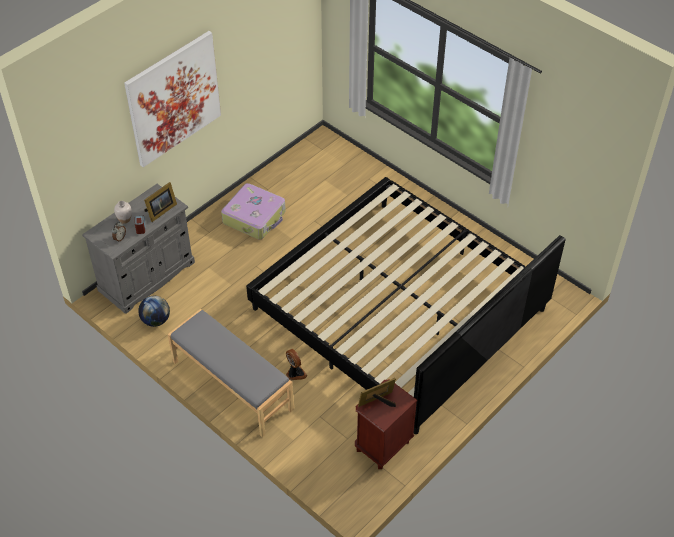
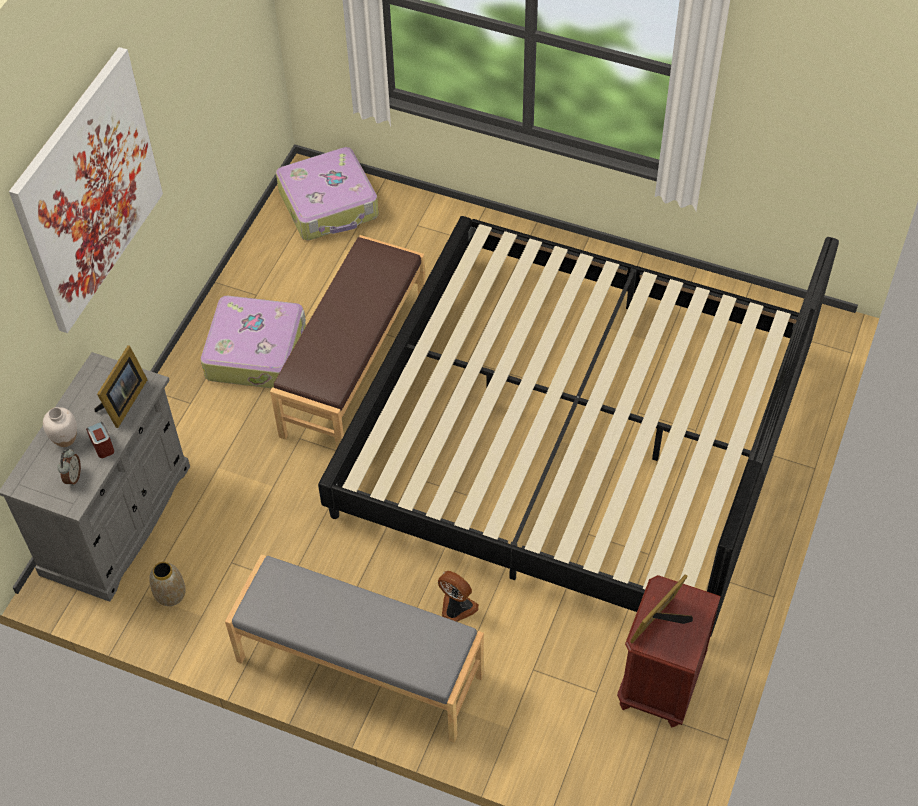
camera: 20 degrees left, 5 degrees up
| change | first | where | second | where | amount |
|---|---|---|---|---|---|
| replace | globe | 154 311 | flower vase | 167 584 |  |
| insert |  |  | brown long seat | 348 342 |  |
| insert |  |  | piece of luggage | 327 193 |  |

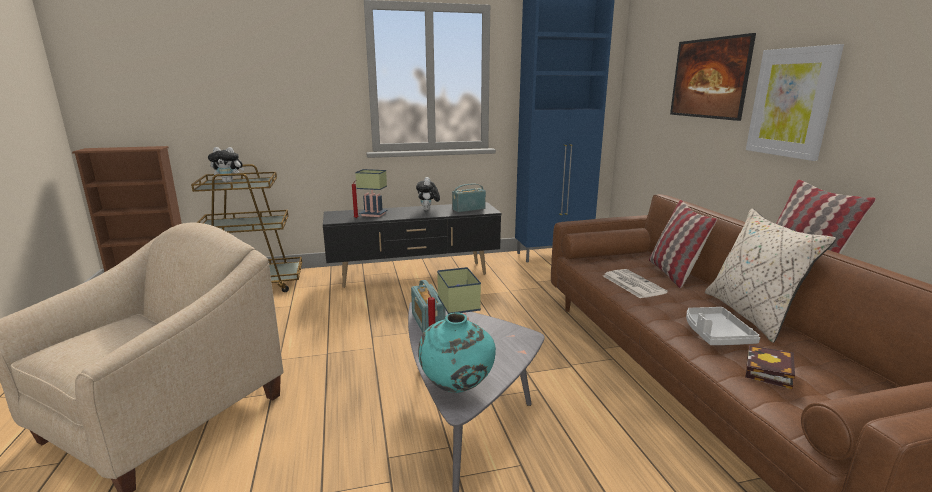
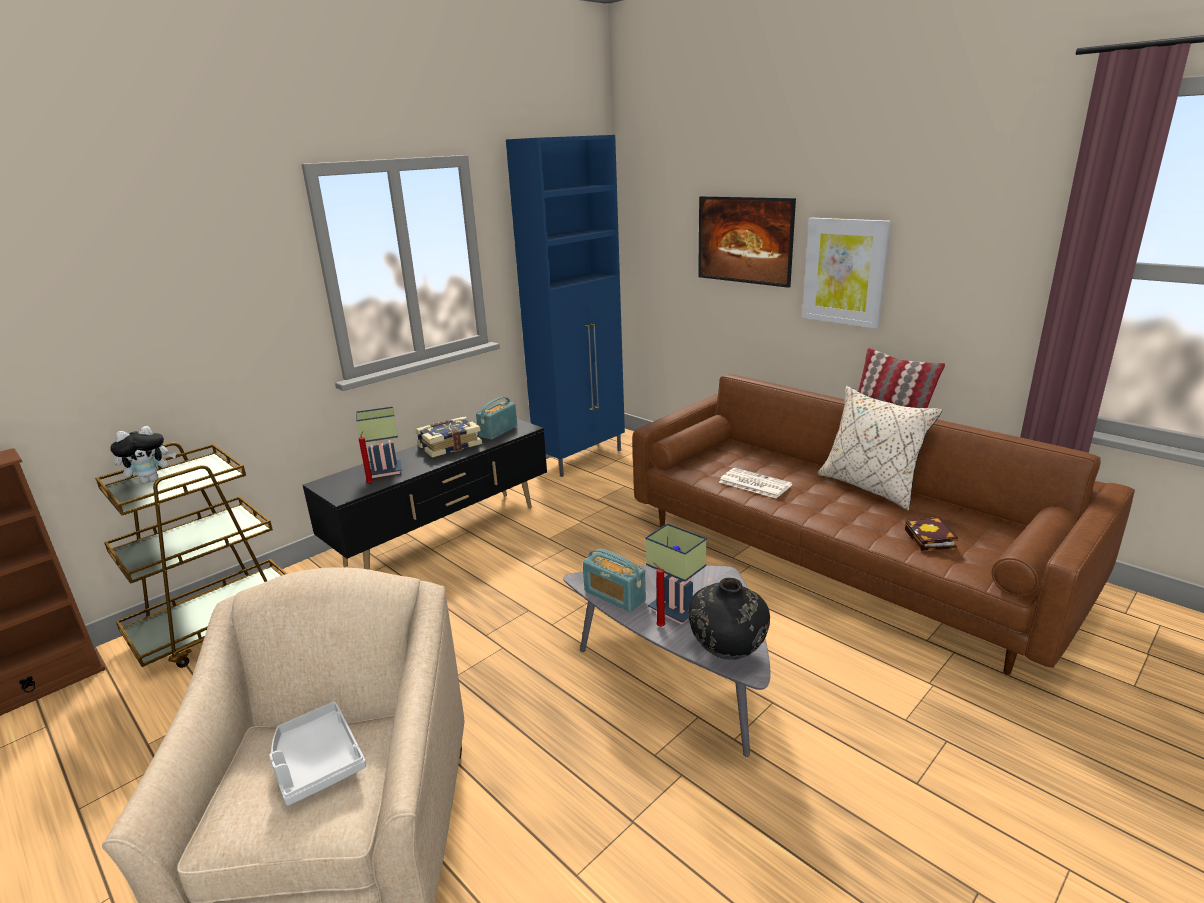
camera: 30 degrees left, 5 degrees up
| change | first | where | second | where | amount |
|---|---|---|---|---|---|
| move | grey carrying tray | 723 326 |  | 317 754 |  |
| replace | cuddly toy | 428 194 | volume | 449 437 |  |
| recolor | blue-green flower vase | 457 353 | black-coloured flower vase | 729 619 |  |
| delete | cushion | 683 244 |  |  |  |

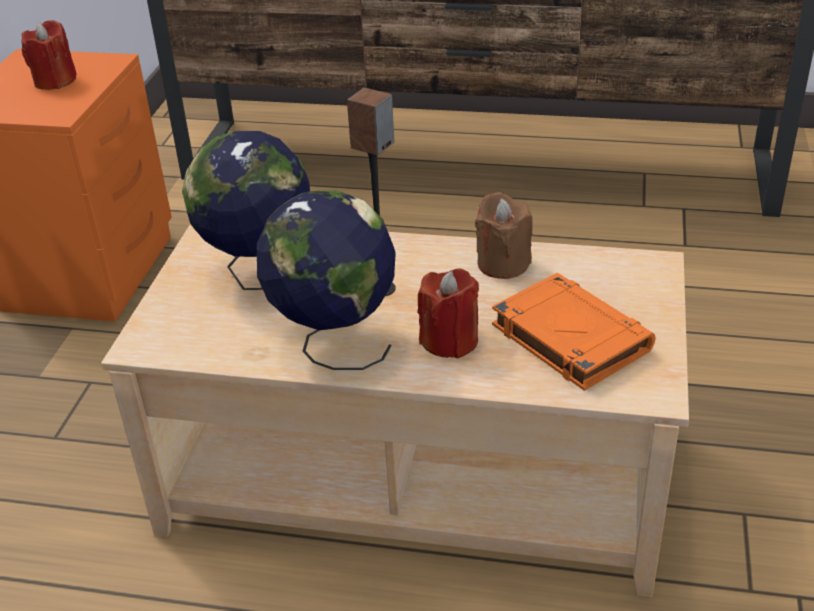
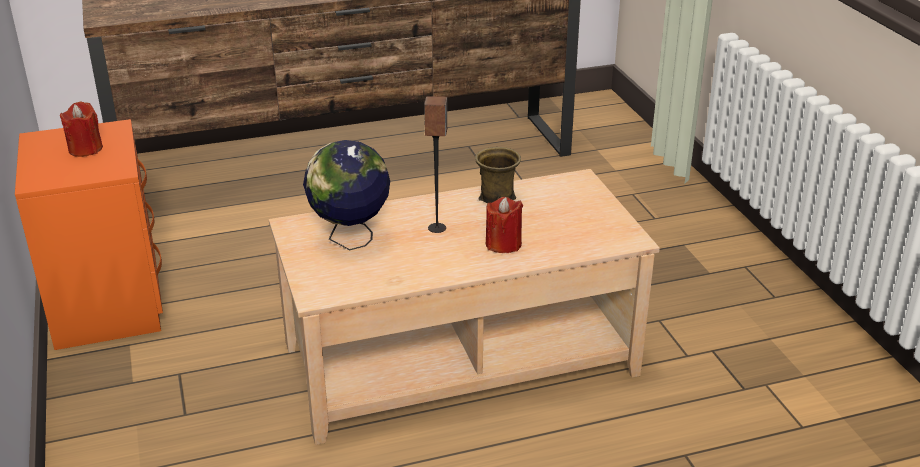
camera: 30 degrees left, 5 degrees down
| change | first | where | second | where | amount |
|---|---|---|---|---|---|
| replace | brown wax candle | 504 235 | brown mug | 498 175 |  |
| delete | globe | 326 280 |  |  |  |
| delete | orangey volume | 573 332 |  |  |  |

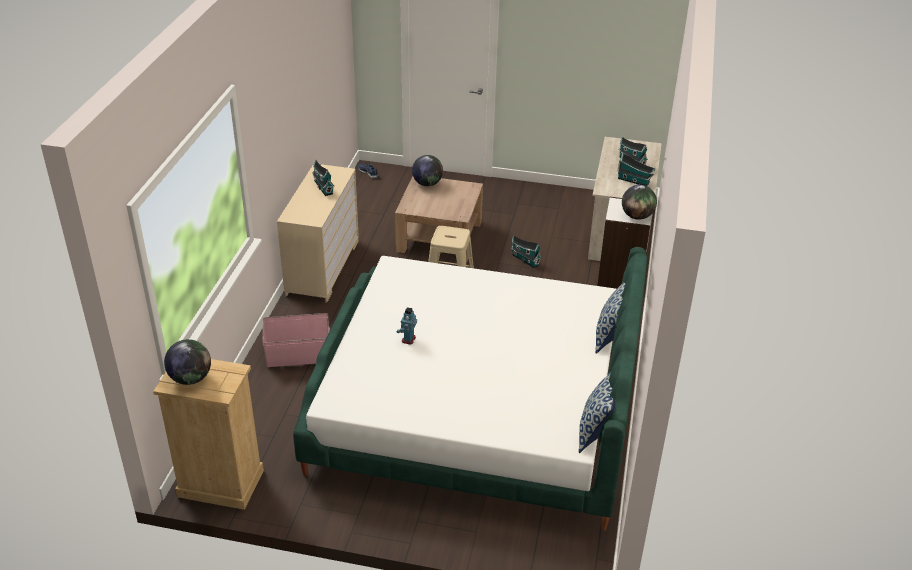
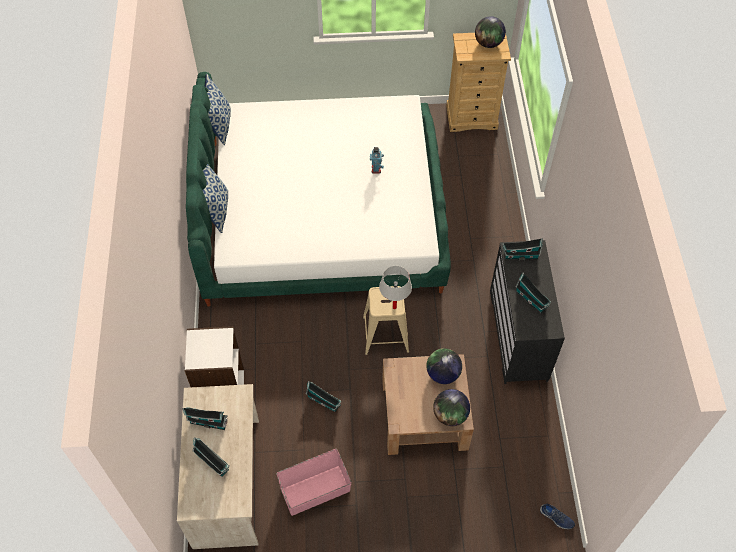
camera: 165 degrees right, 20 degrees up
| change | first | where | second | where | amount |
|---|---|---|---|---|---|
| move | pink-coloured storage container | 296 340 |  | 314 482 |  |
| insert |  |  | white tabletop lamp | 395 287 |  |
| move | globe | 639 202 |  | 444 366 |  |
| recolor | beige chest of drawers | 318 233 | black-coloured chest of drawers | 527 312 |  |
| insert |  |  | model house | 522 249 |  |

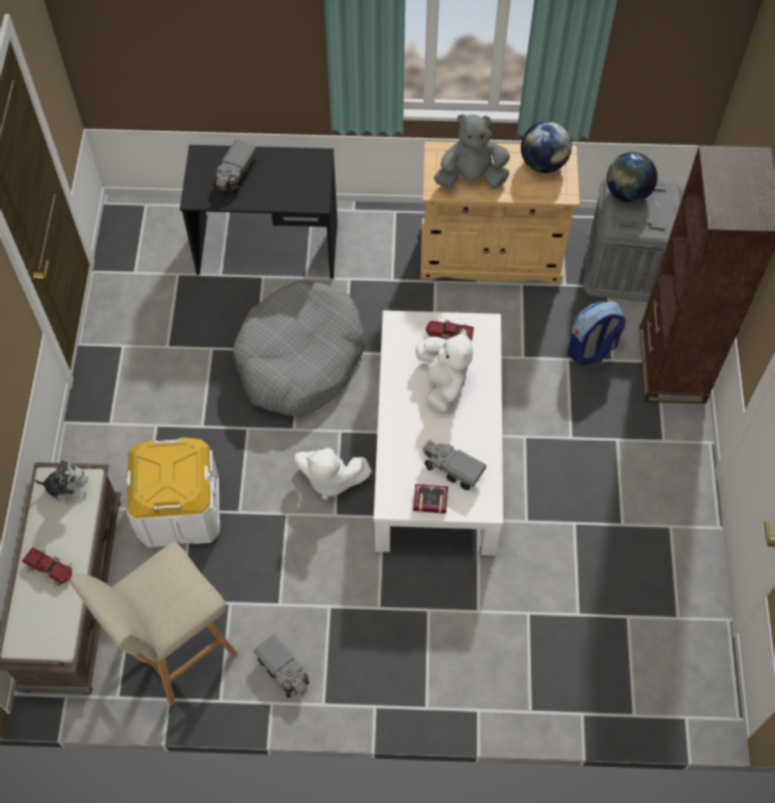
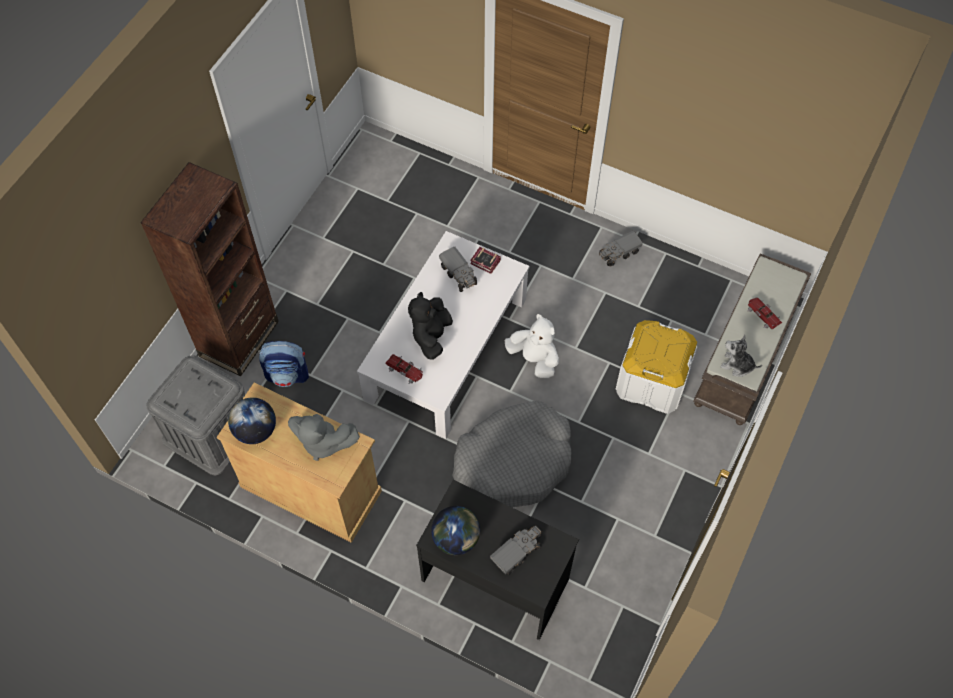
camera: 155 degrees left, 0 degrees up
| change | first | where | second | where | amount |
|---|---|---|---|---|---|
| recolor | white cuddly toy | 444 370 | black-coloured cuddly toy | 430 326 |  |
| move | globe | 632 177 |  | 455 530 |  |
| rotate | model truck | 281 666 |  | 621 249 | 105 degrees counterclockwise |
| delete | beige sitting stool | 154 624 |  |  |  |

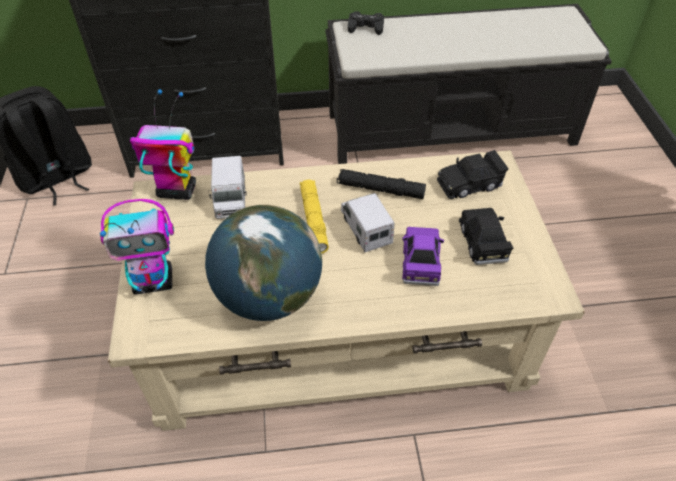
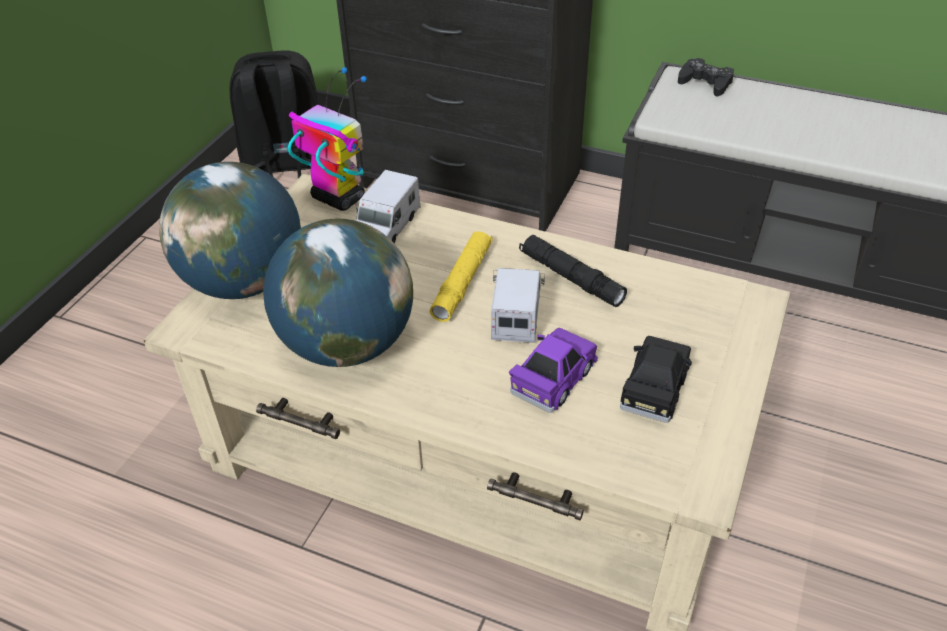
camera: 30 degrees right, 5 degrees down
| change | first | where | second | where | amount |
|---|---|---|---|---|---|
| replace | robot figure | 137 247 | globe | 230 230 |  |
| delete | black-coloured miniature car | 473 174 |  |  |  |

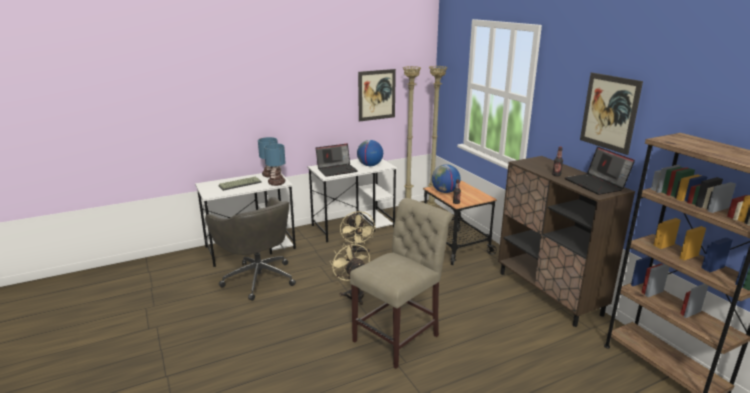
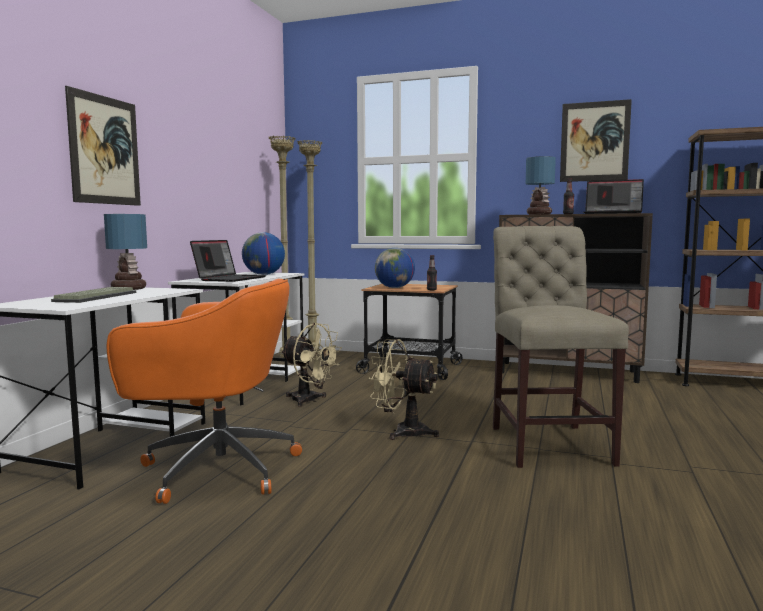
camera: 45 degrees left, 15 degrees down
| change | first | where | second | where | amount |
|---|---|---|---|---|---|
| move | wall art | 377 95 |  | 103 146 |  |
| recolor | grey office chair | 250 249 | orangey office chair | 204 391 |  |
| move | tabletop lamp | 275 165 |  | 541 185 |  |

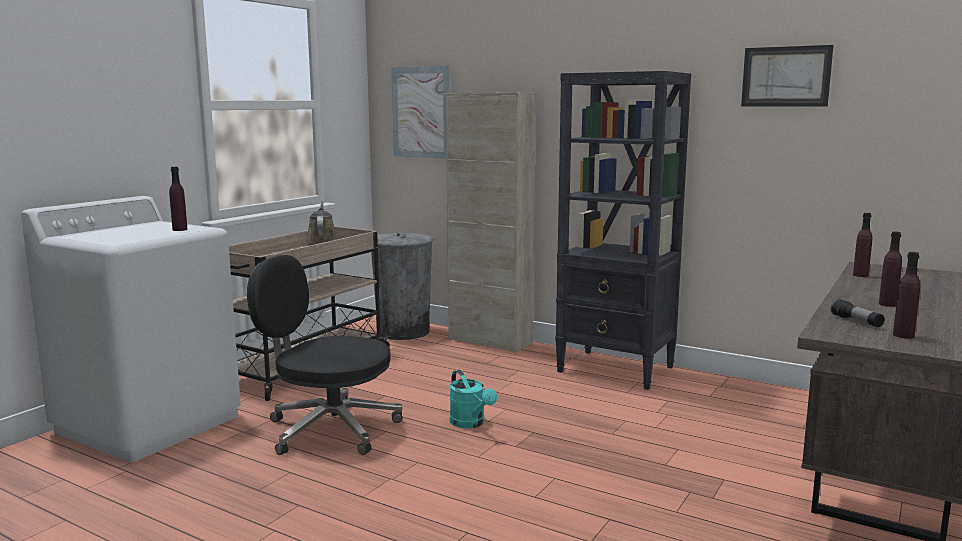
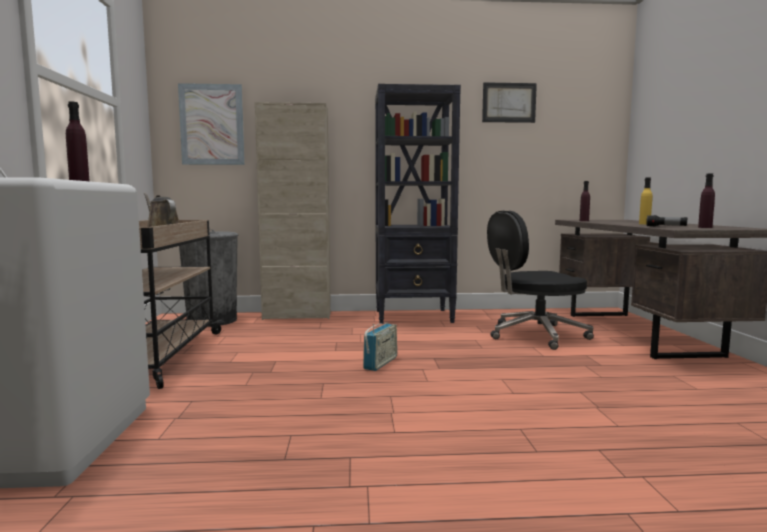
camera: 35 degrees left, 5 degrees down
| change | first | where | second | where | amount |
|---|---|---|---|---|---|
| replace | blue-green sprinkling can | 473 399 | radio | 380 347 |  |
| move | black-coloured office chair | 324 355 |  | 540 280 |  |
| recolor | purplish drink bottle | 890 269 | yellowish drink bottle | 645 200 |  |

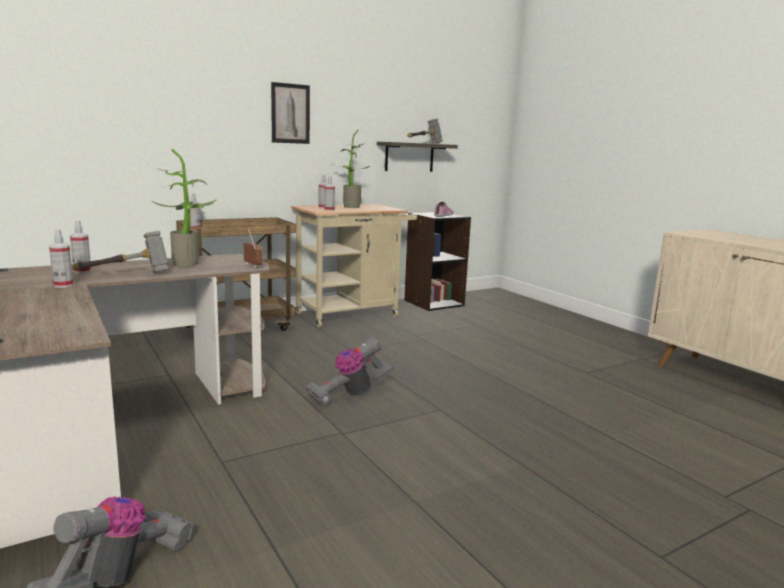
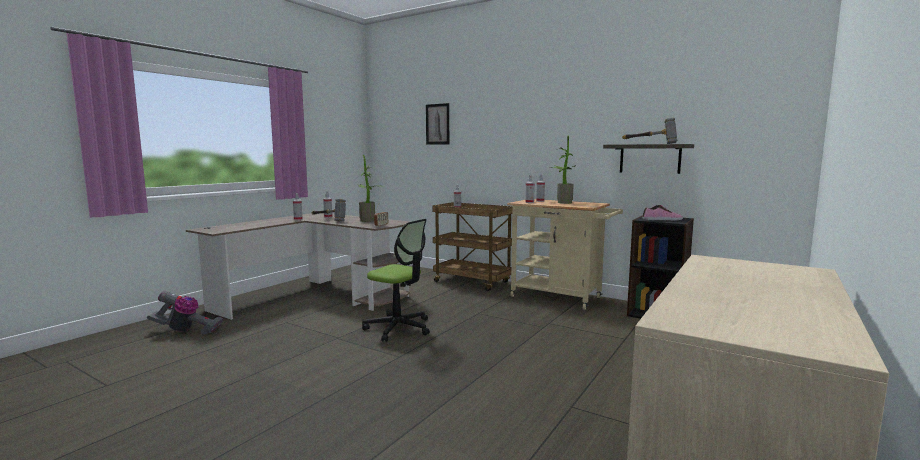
camera: 65 degrees right, 5 degrees down
| change | first | where | second | where | amount |
|---|---|---|---|---|---|
| replace | hoover | 350 372 | office chair | 396 280 |  |
| move | wall art | 290 113 |  | 437 124 |  |

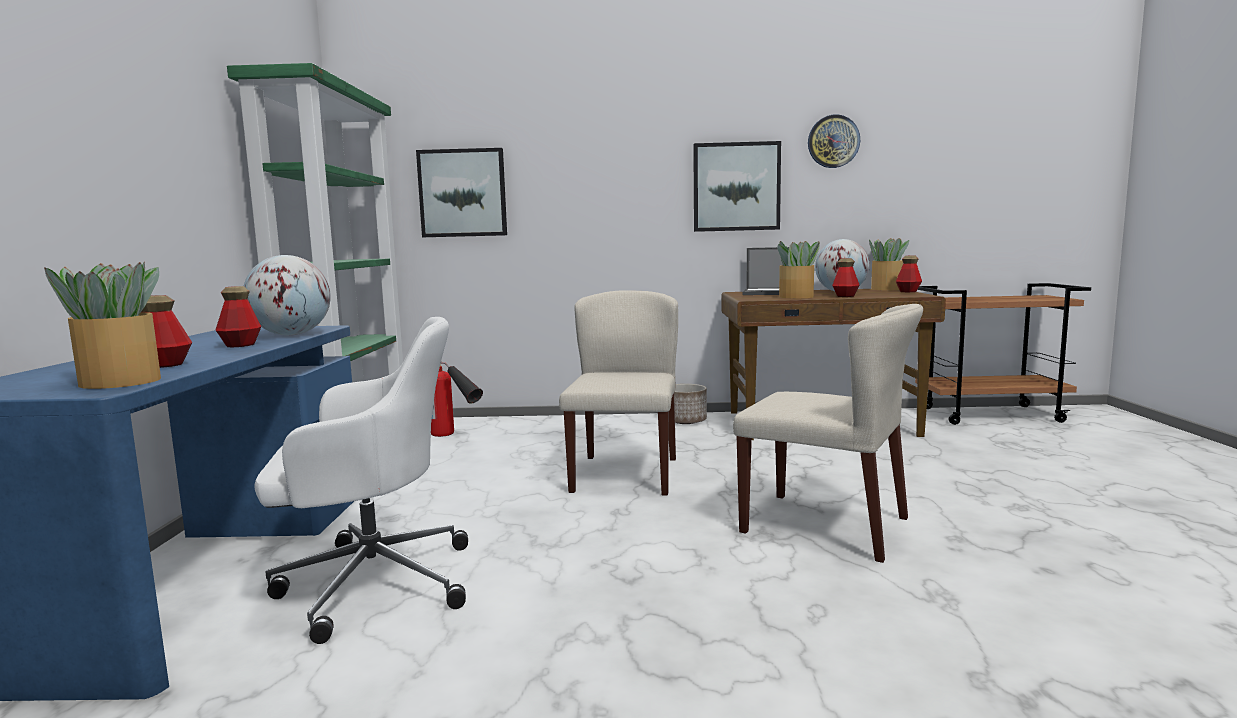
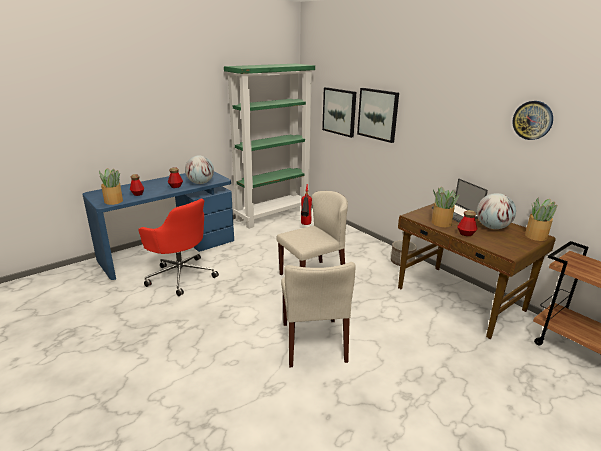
camera: 50 degrees right, 15 degrees up
| change | first | where | second | where | amount |
|---|---|---|---|---|---|
| recolor | white office chair | 361 480 | red-coloured office chair | 178 247 |  |
| move | wall art | 737 186 |  | 378 115 |  |
| delete | drink bottle | 909 274 |  |  |  |

